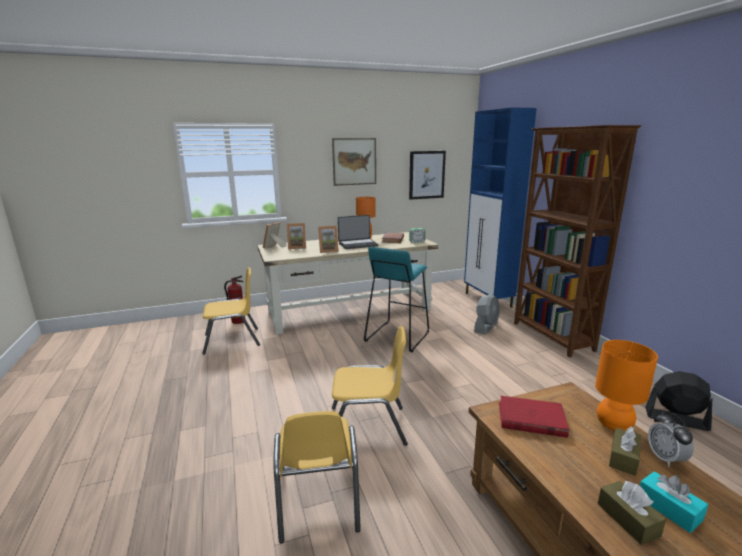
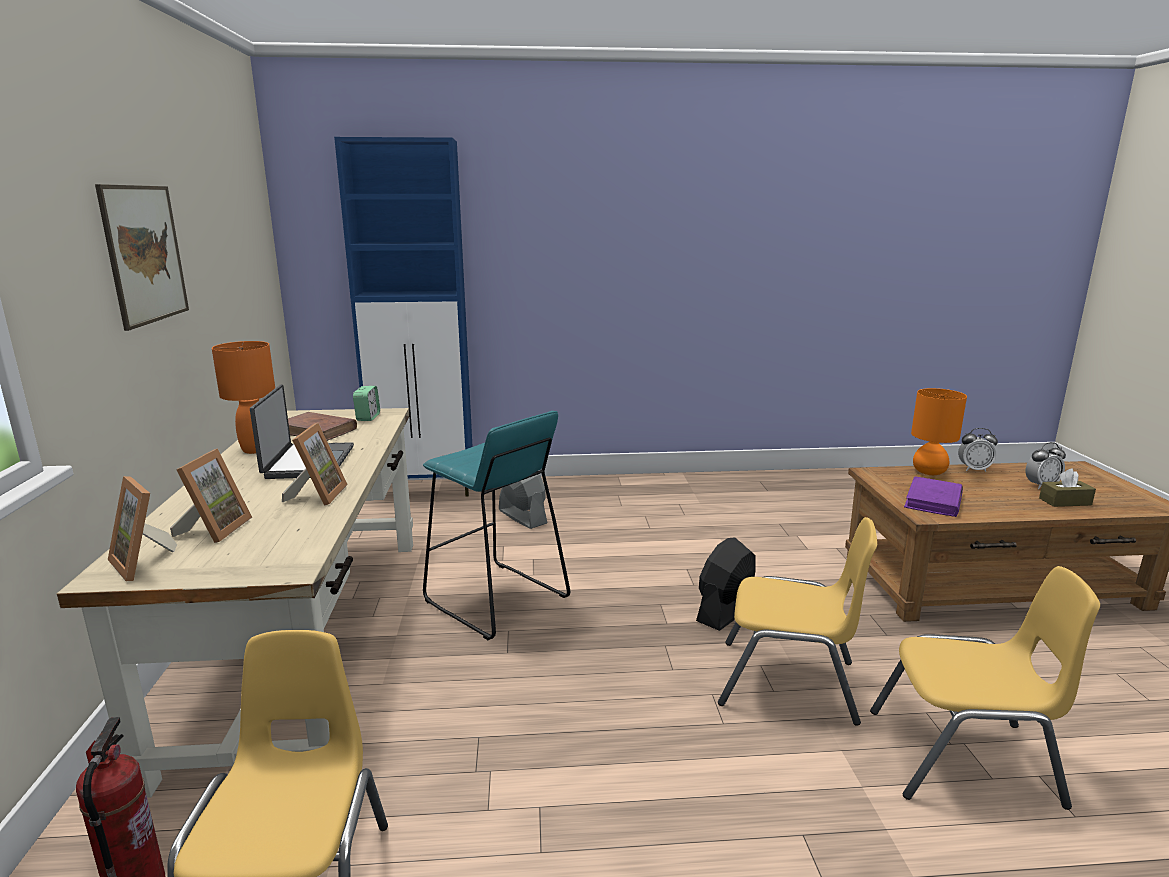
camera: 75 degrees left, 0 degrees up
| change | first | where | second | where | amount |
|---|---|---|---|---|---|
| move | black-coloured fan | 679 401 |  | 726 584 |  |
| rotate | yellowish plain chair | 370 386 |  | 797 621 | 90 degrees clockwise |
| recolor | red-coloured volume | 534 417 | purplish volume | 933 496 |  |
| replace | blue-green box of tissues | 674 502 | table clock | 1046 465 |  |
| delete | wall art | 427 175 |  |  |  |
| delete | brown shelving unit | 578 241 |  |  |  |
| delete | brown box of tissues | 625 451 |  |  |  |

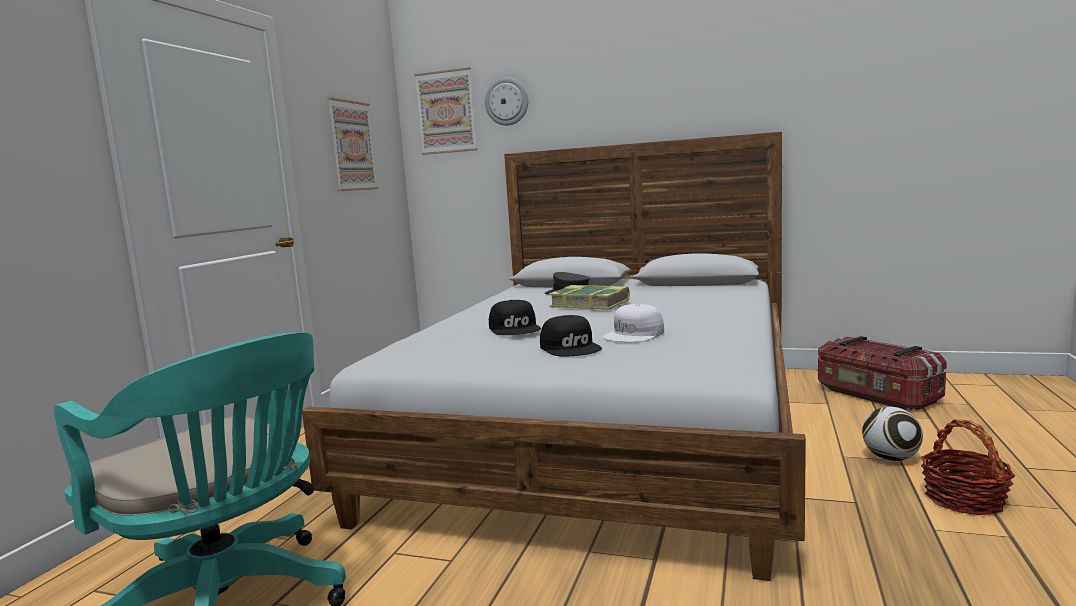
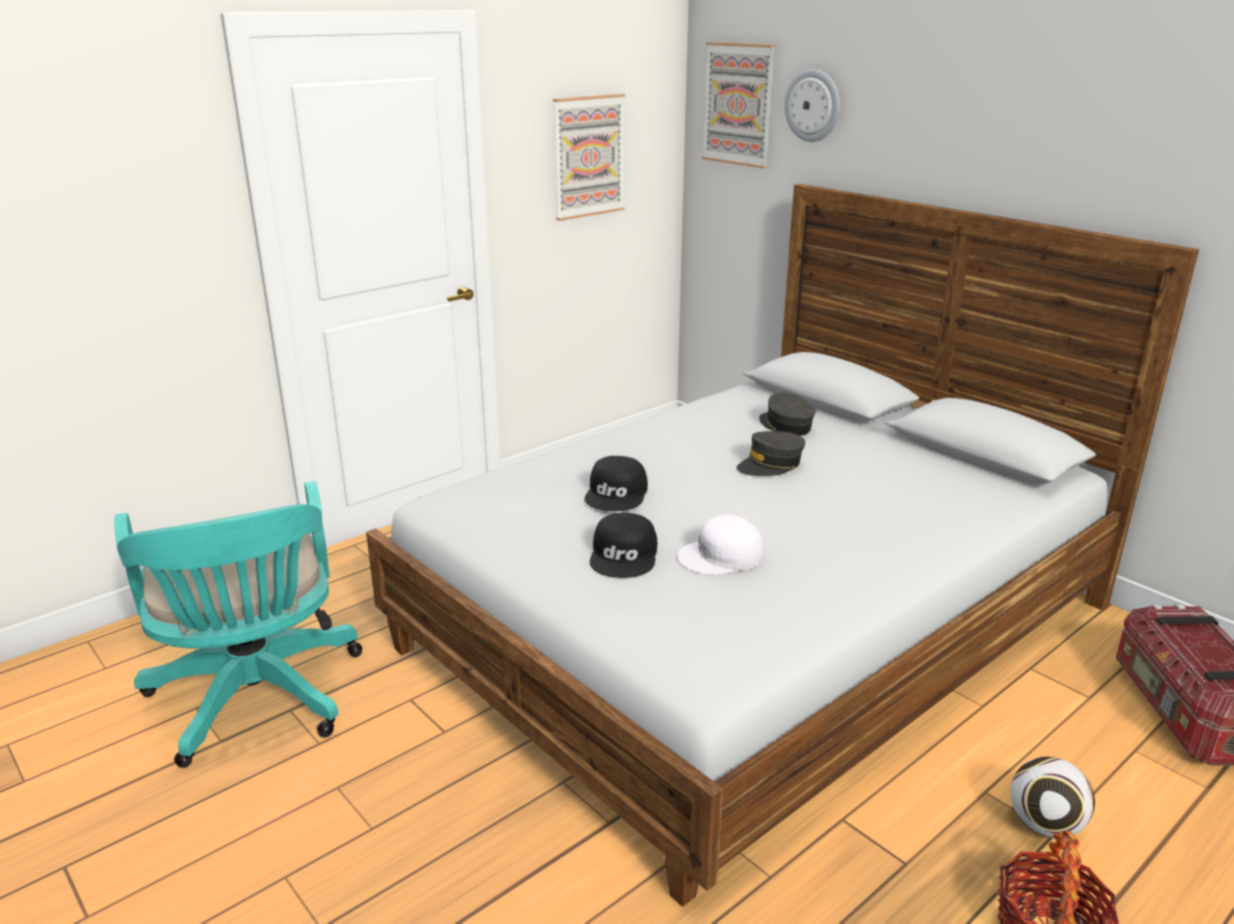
camera: 30 degrees right, 15 degrees up
| change | first | where | second | where | amount |
|---|---|---|---|---|---|
| replace | volume | 589 297 | grey peaked cap | 770 453 |  |

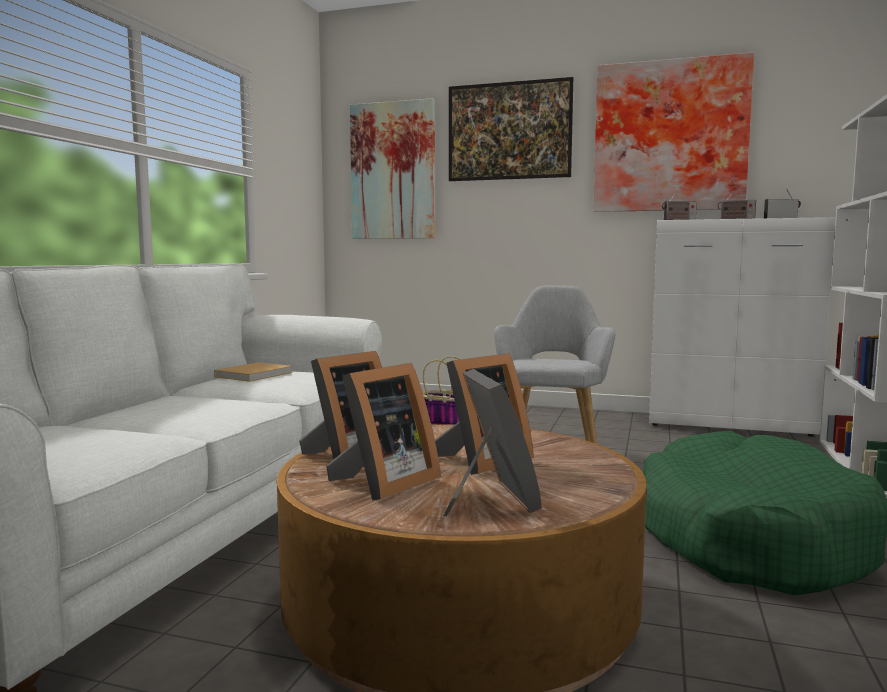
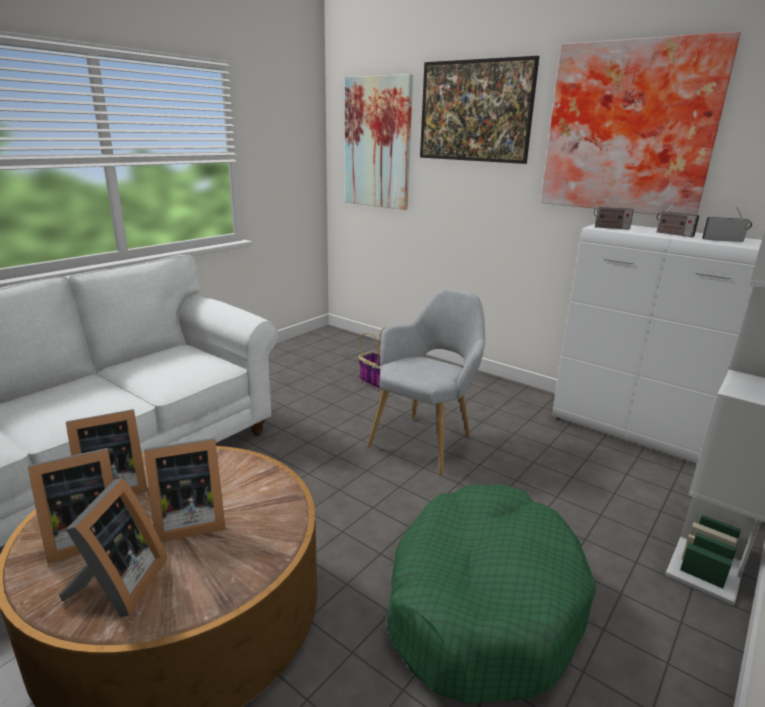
camera: 20 degrees right, 15 degrees up
| change | first | where | second | where | amount |
|---|---|---|---|---|---|
| delete | beige volume | 253 372 |  |  |  |

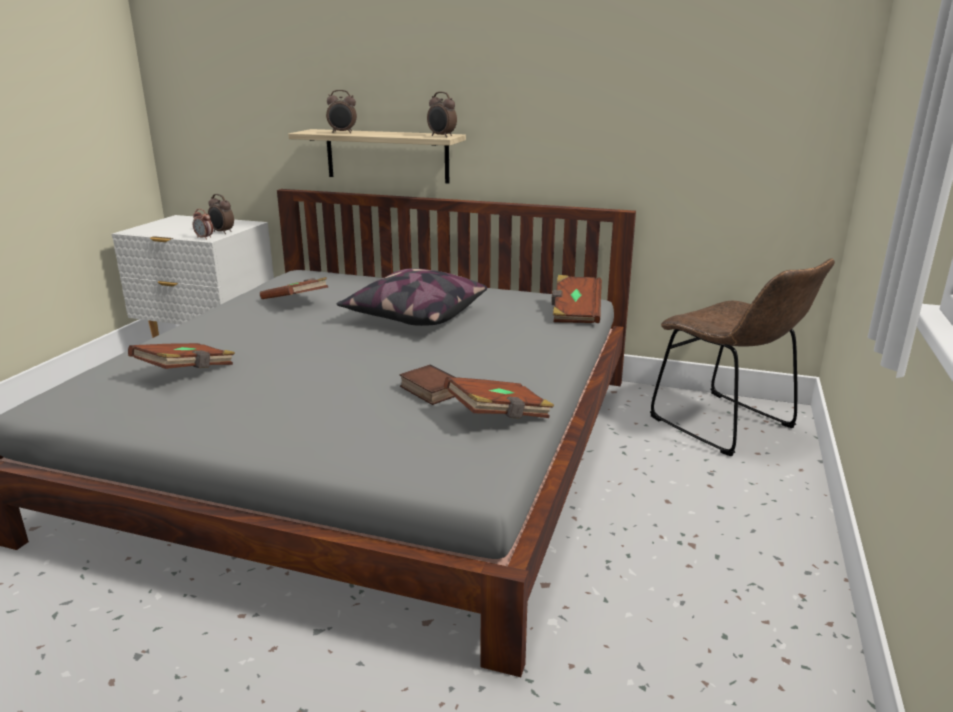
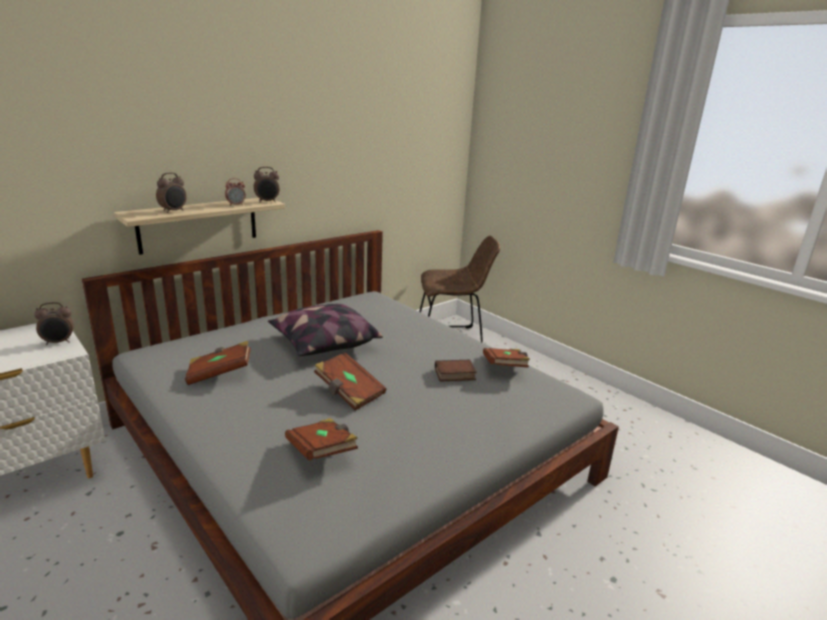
camera: 60 degrees left, 0 degrees up
| change | first | where | second | where | amount |
|---|---|---|---|---|---|
| move | table clock | 203 224 |  | 235 192 |  |
| move | brown volume | 577 299 |  | 350 381 |  |

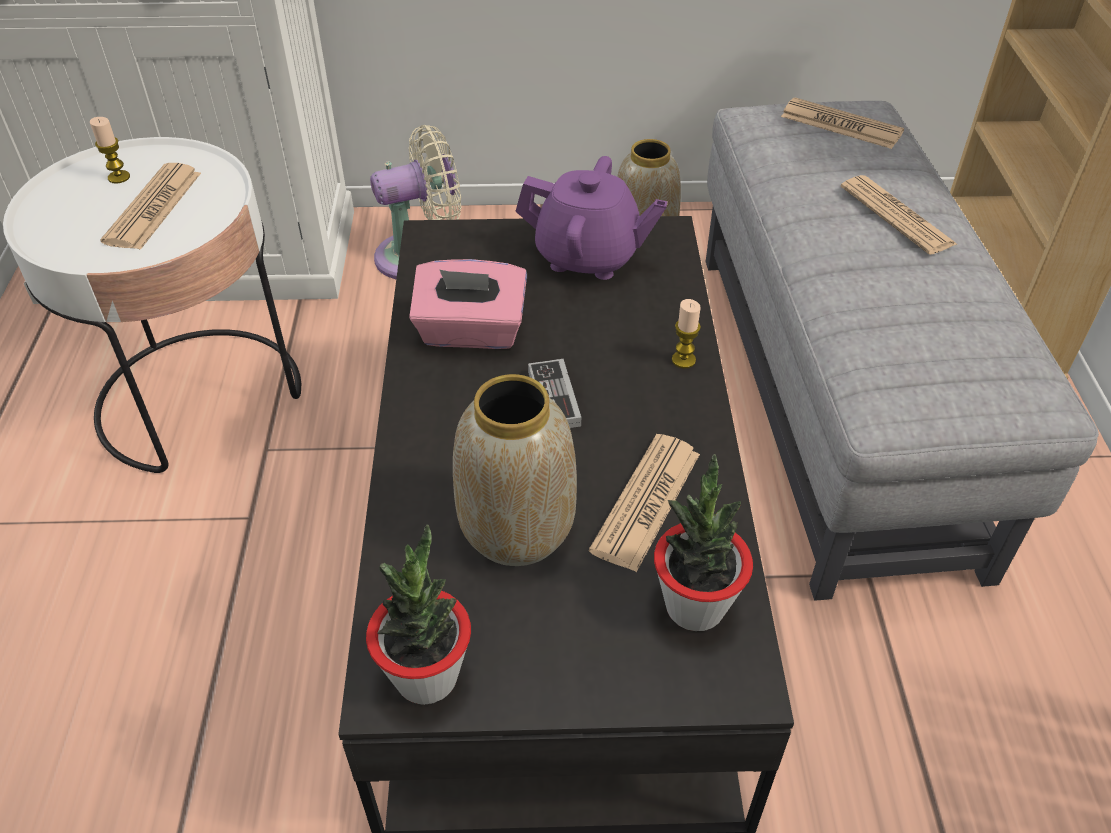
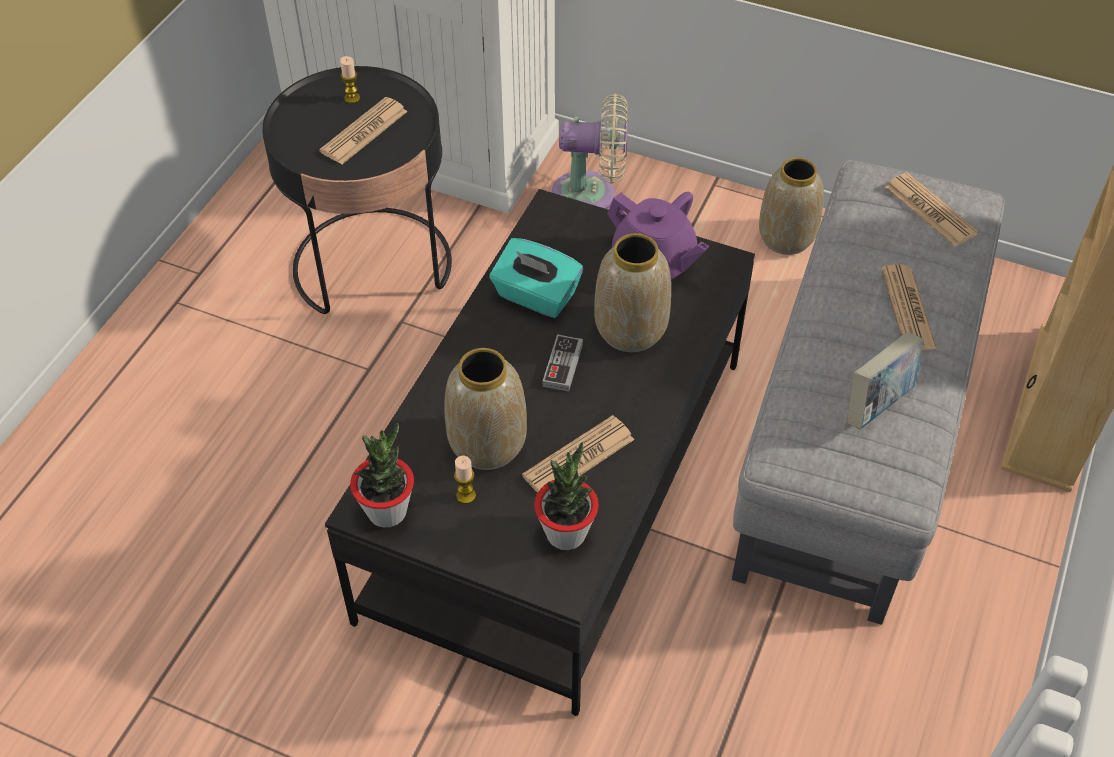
camera: 25 degrees right, 5 degrees up
| change | first | where | second | where | amount |
|---|---|---|---|---|---|
| recolor | white side table | 152 305 | black-coloured side table | 357 190 |  |
| move | wax candle | 686 333 |  | 465 480 |  |
| recolor | pink-coloured box of tissues | 468 304 | blue-green box of tissues | 536 278 |  |
| insert |  |  | flower vase | 632 292 |  |
| insert |  |  | volume | 885 380 |  |

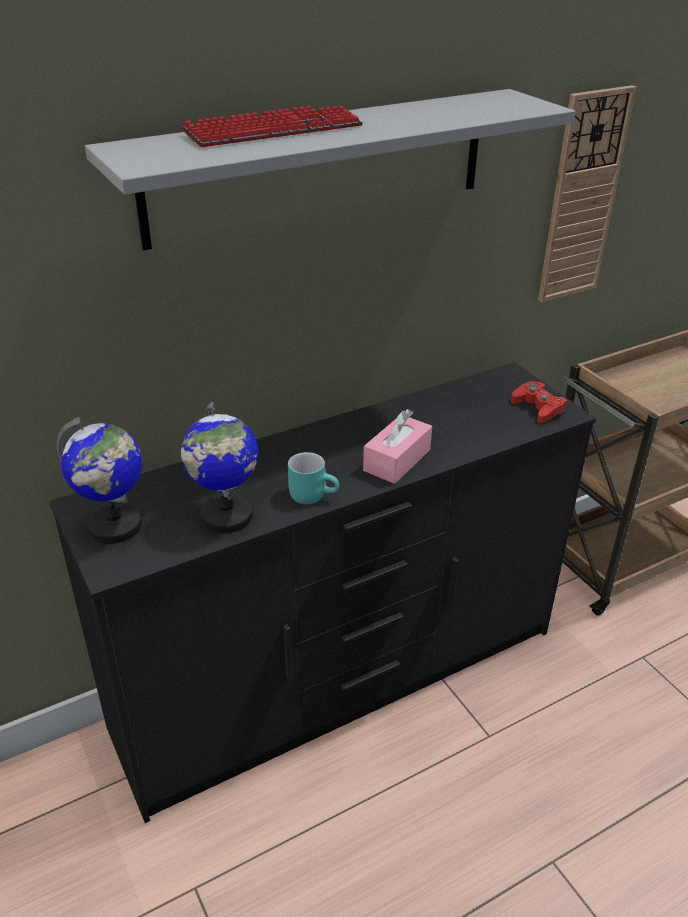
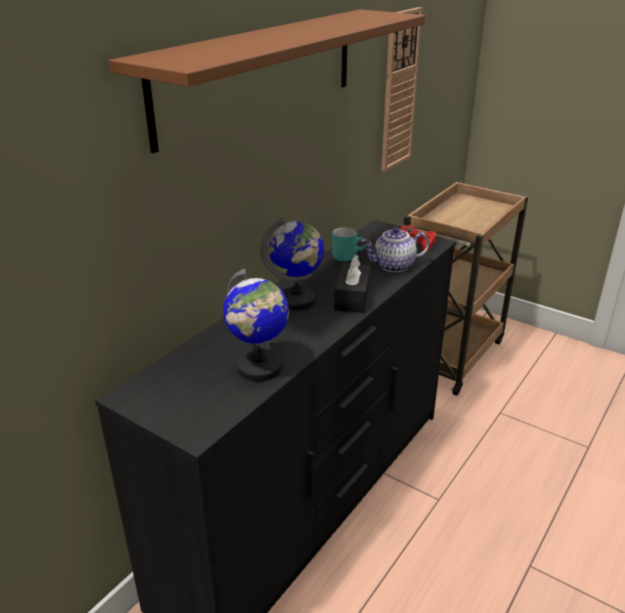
camera: 25 degrees left, 5 degrees down
| change | first | where | second | where | amount |
|---|---|---|---|---|---|
| recolor | grey shelf | 330 170 | brown shelf | 267 81 |  |
| move | globe | 99 480 |  | 292 264 |  |
| move | blue-green mug | 313 478 |  | 349 244 |  |
| recolor | pink-coloured box of tissues | 397 446 | black-coloured box of tissues | 352 284 |  |
| insert |  |  | pot for tea | 395 249 |  |
| delete | keyboard | 272 126 |  |  |  |

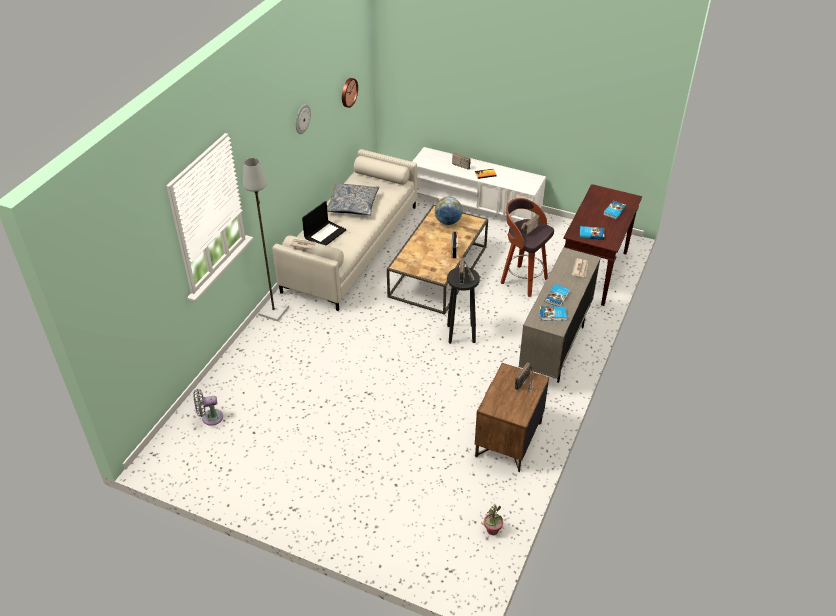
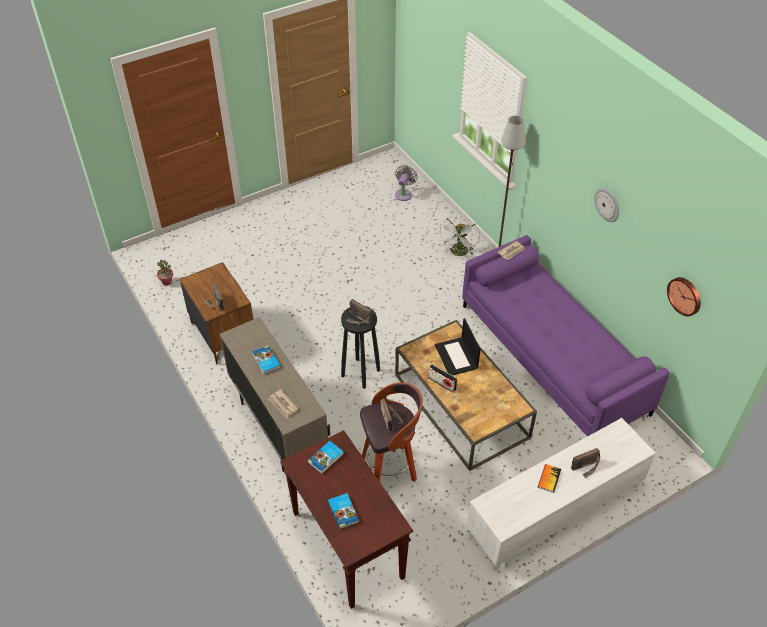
camera: 125 degrees right, 5 degrees up
| change | first | where | second | where | amount |
|---|---|---|---|---|---|
| move | portable computer | 324 223 |  | 458 347 |  |
| insert |  |  | white fan | 459 236 |  |
| recolor | beige couch | 344 230 | purplish couch | 566 336 |  |
| delete | cushion | 353 199 |  |  |  |
| delete | globe | 448 211 |  |  |  |
| delete | volume | 553 313 |  |  |  |

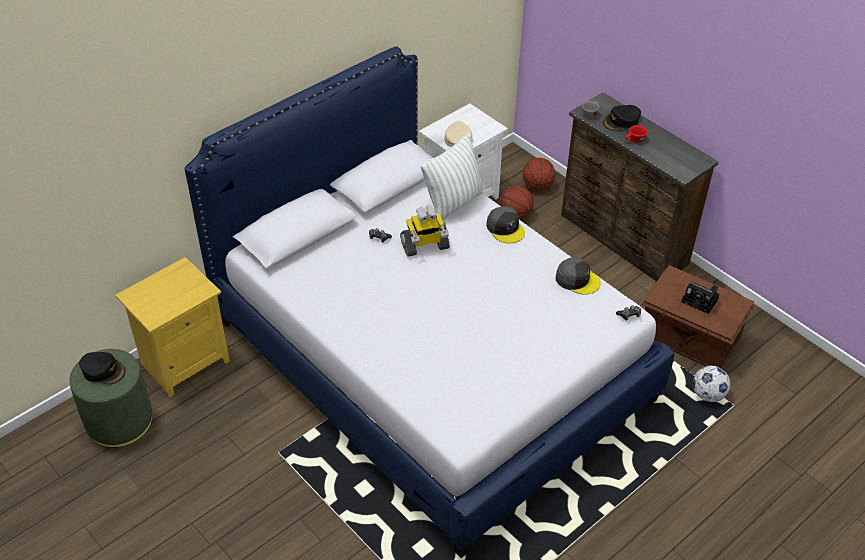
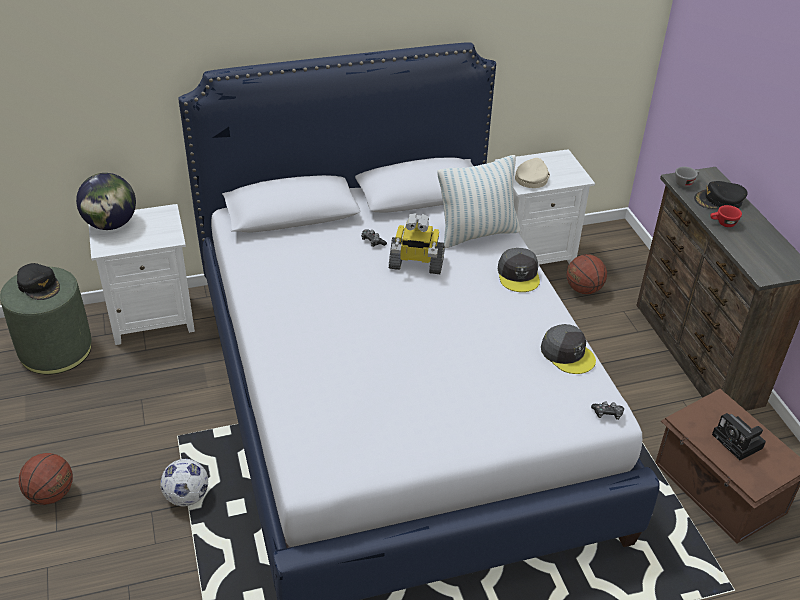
camera: 25 degrees right, 5 degrees down
| change | first | where | second | where | amount |
|---|---|---|---|---|---|
| move | ball for basketball | 539 174 |  | 46 479 |  |
| insert |  |  | globe | 106 201 |  |
| recolor | yellowish nightstand | 172 327 | white nightstand | 141 274 |  |
| move | football | 711 384 |  | 184 483 |  |

